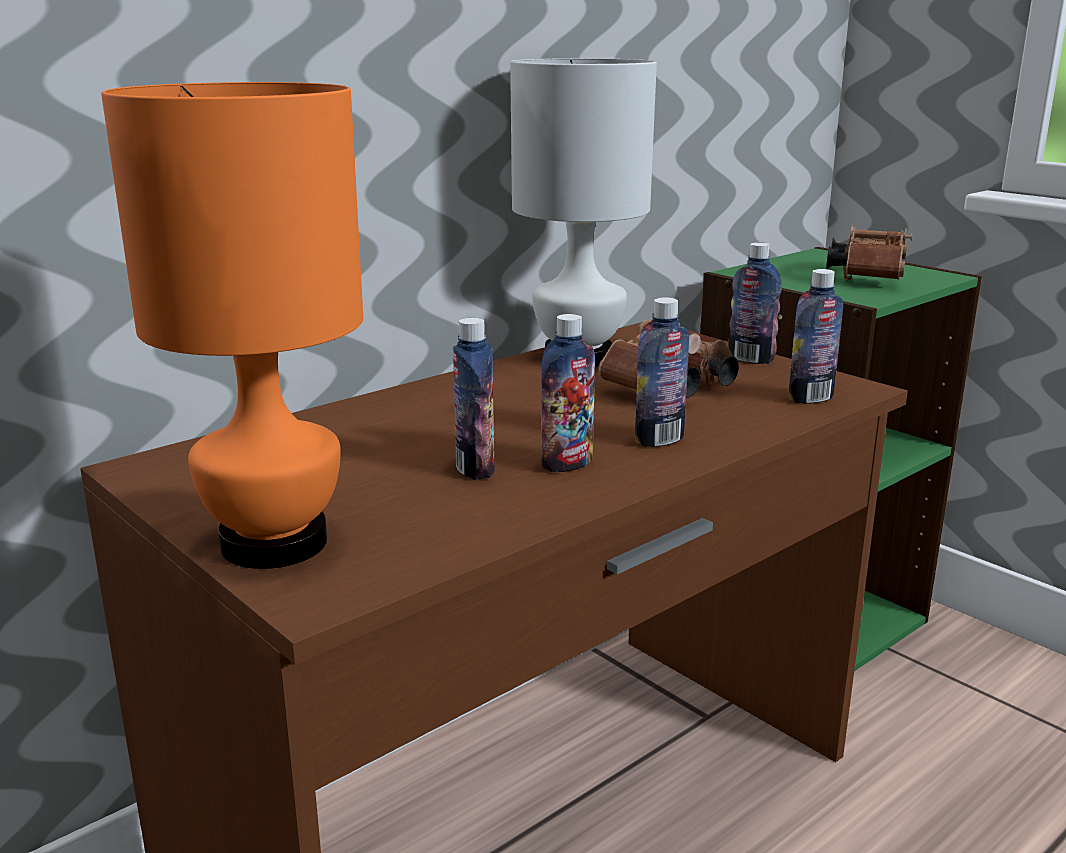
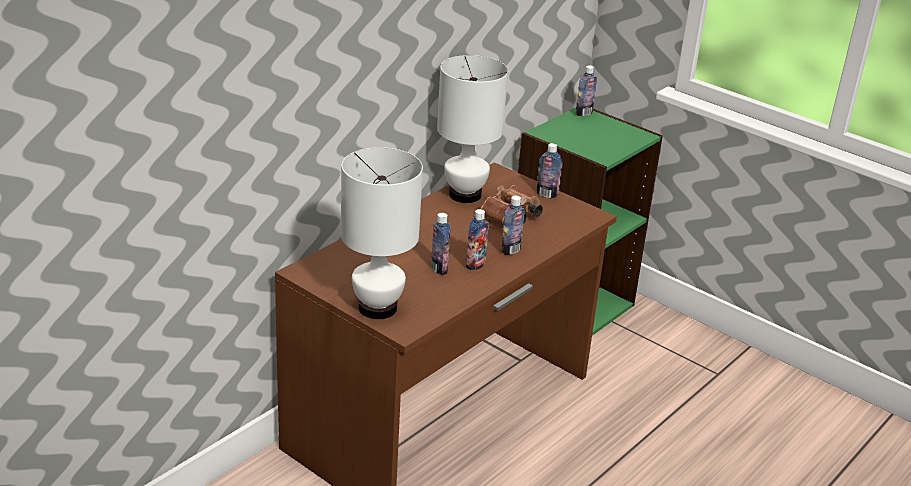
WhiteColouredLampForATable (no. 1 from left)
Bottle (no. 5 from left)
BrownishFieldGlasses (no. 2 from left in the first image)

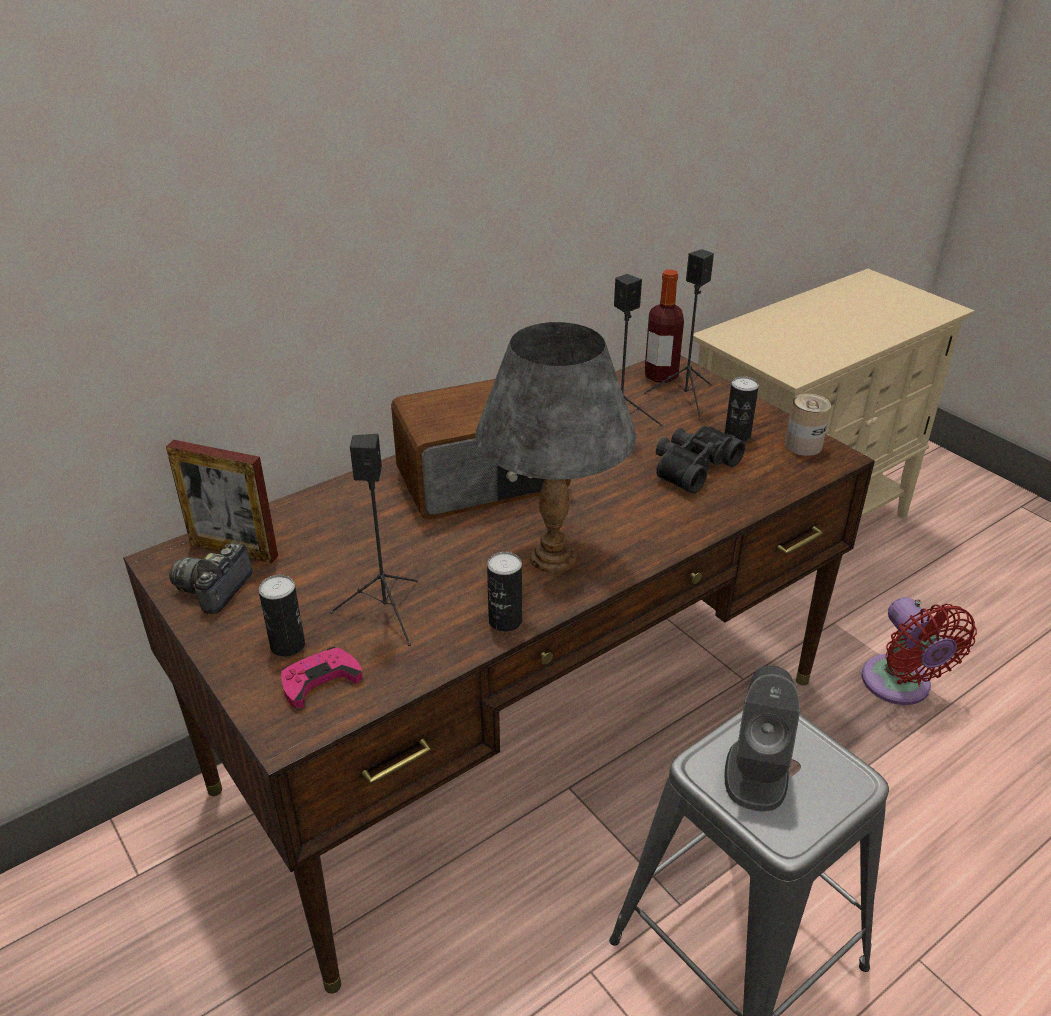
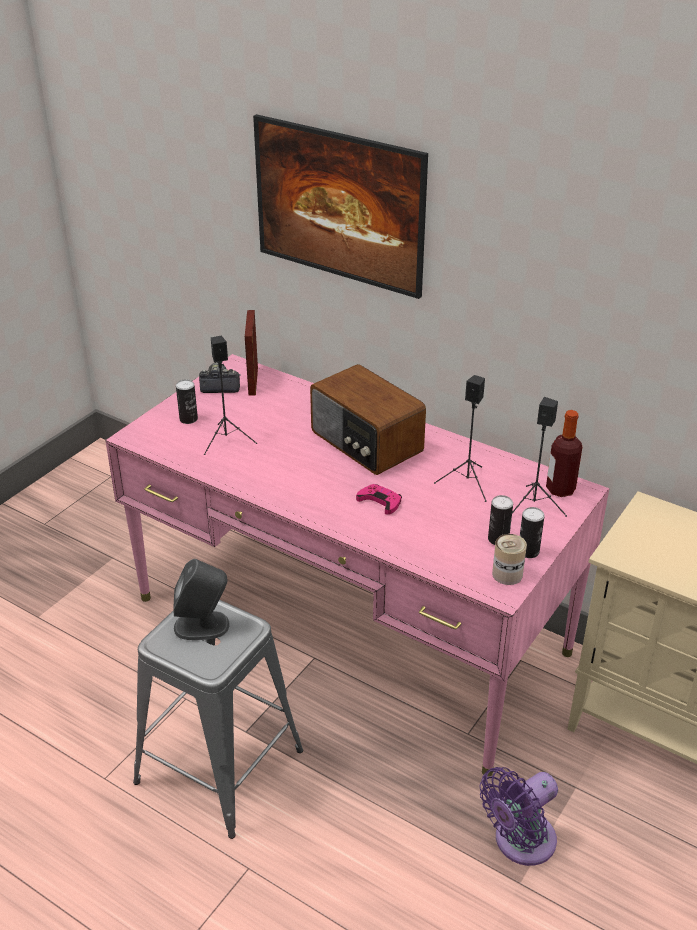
PinkishDeskUnit
WallArt
PinkishJoypad
PurpleCoolingFan
MetalCan (no. 4 from left)
GrayLampForATable
BlackFieldGlasses

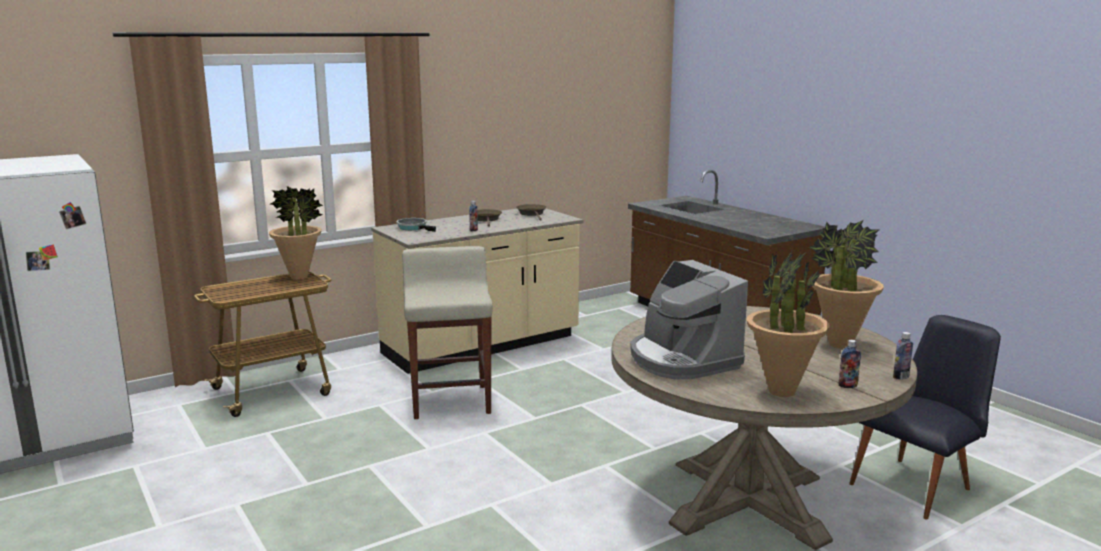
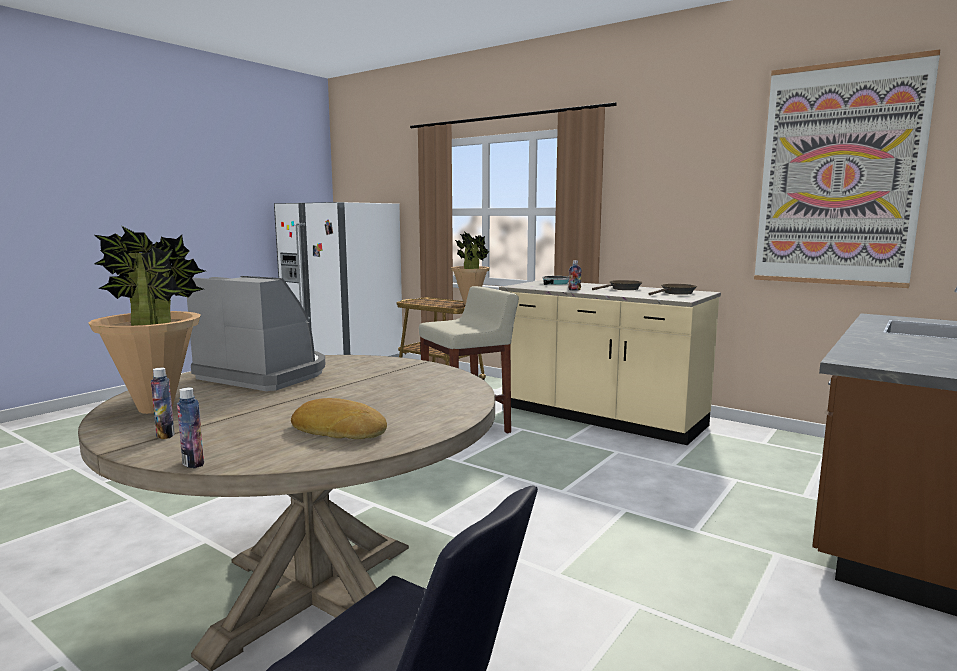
CoffeeMaker
BakedBread
WallArt

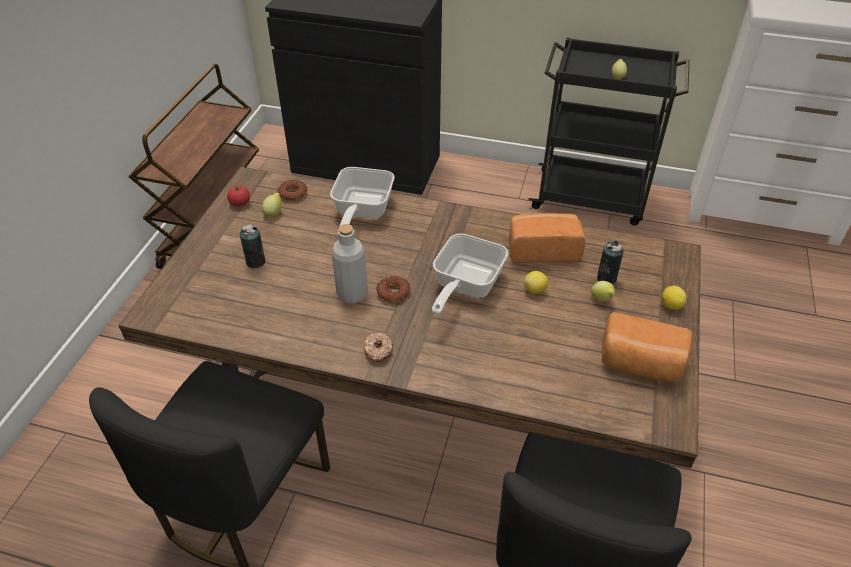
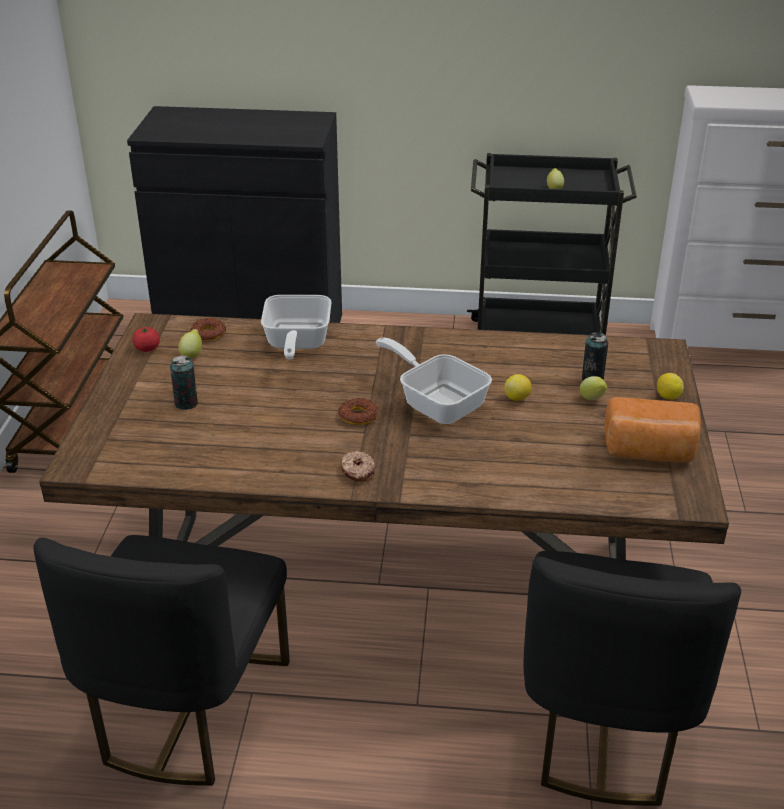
Pan (no. 2 from left)
GrayBottle
BakedBread (no. 1 from left in the first image)

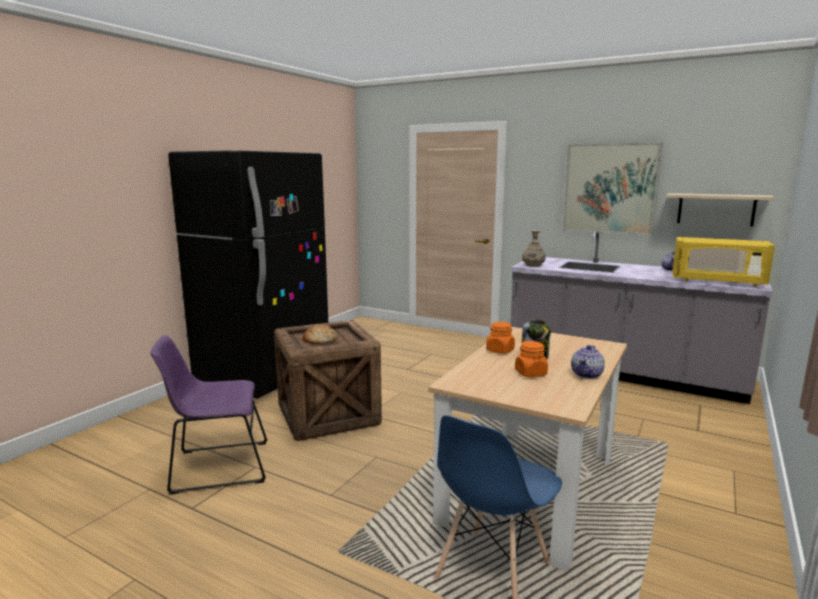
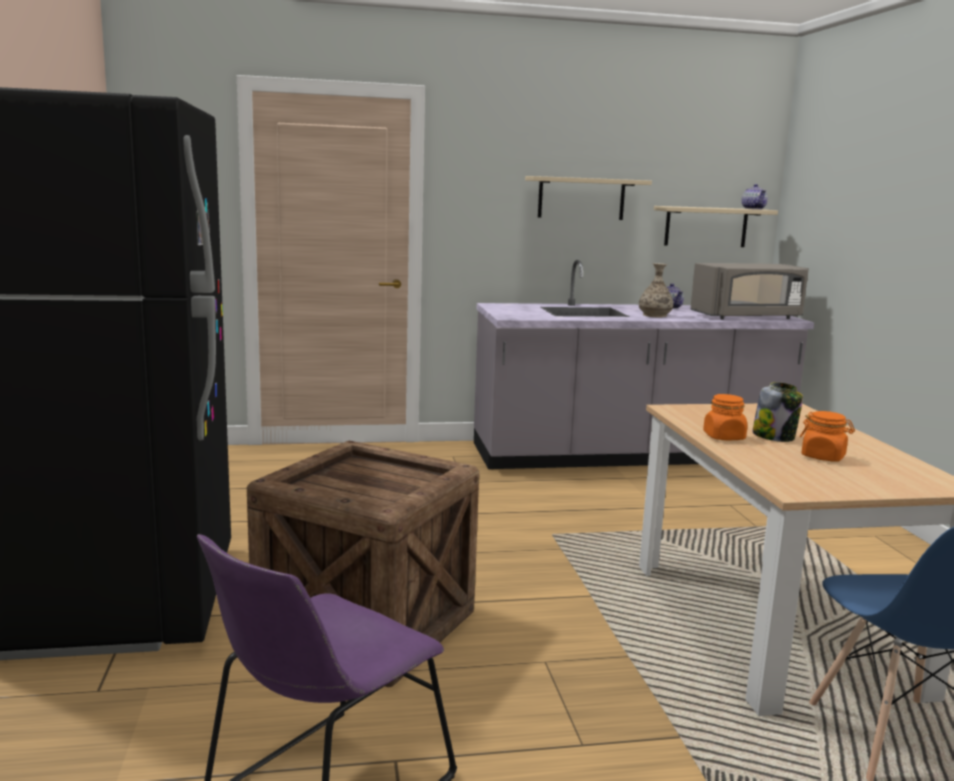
BeigeColouredShelf (no. 1 from left)
DecorativeVase
GrayKitchenMicrowave
PotForTea (no. 2 from left)
BakedBread

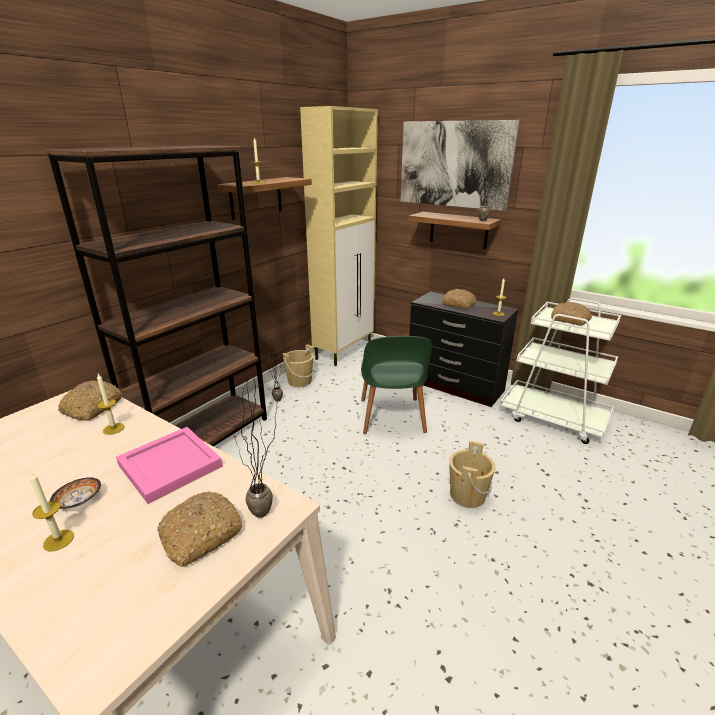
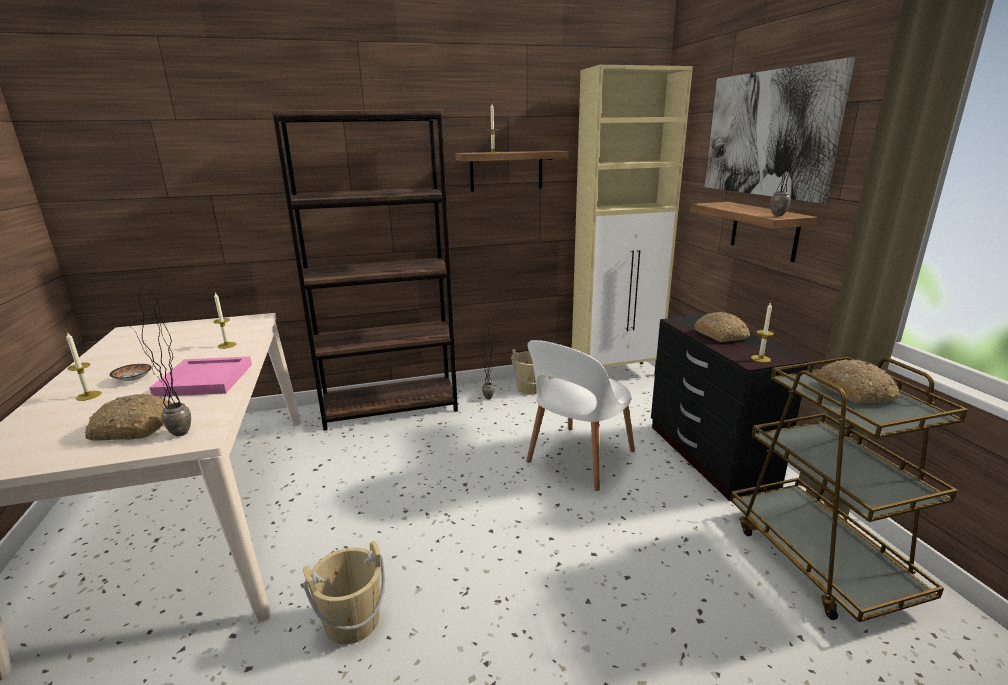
BeigeColouredBucket (no. 1 from left)
WhiteColouredUprightChair
BrownishCart
BakedBread (no. 1 from left in the first image)

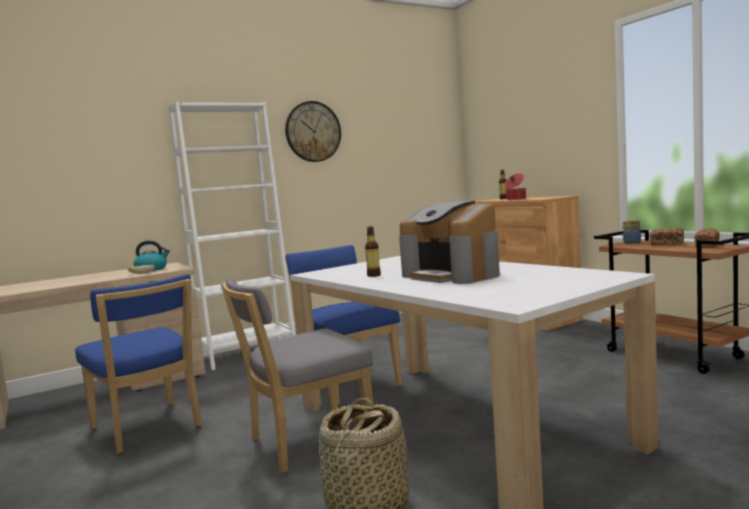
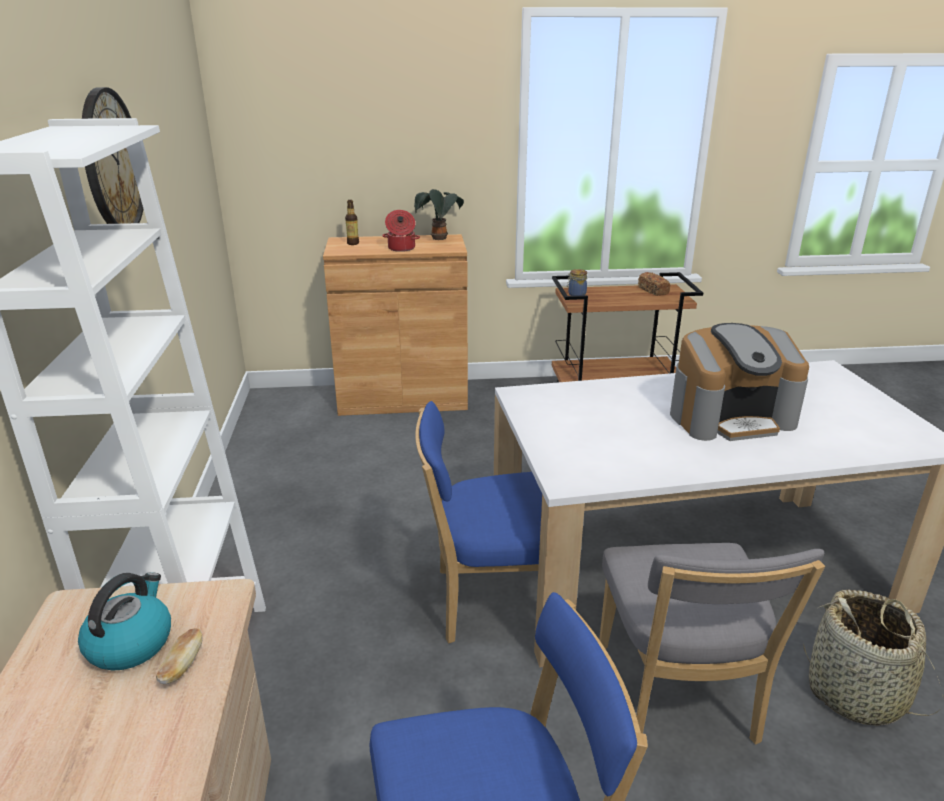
PlantInAPot
Bottle (no. 1 from left in the first image)
BakedBread (no. 2 from left in the first image)

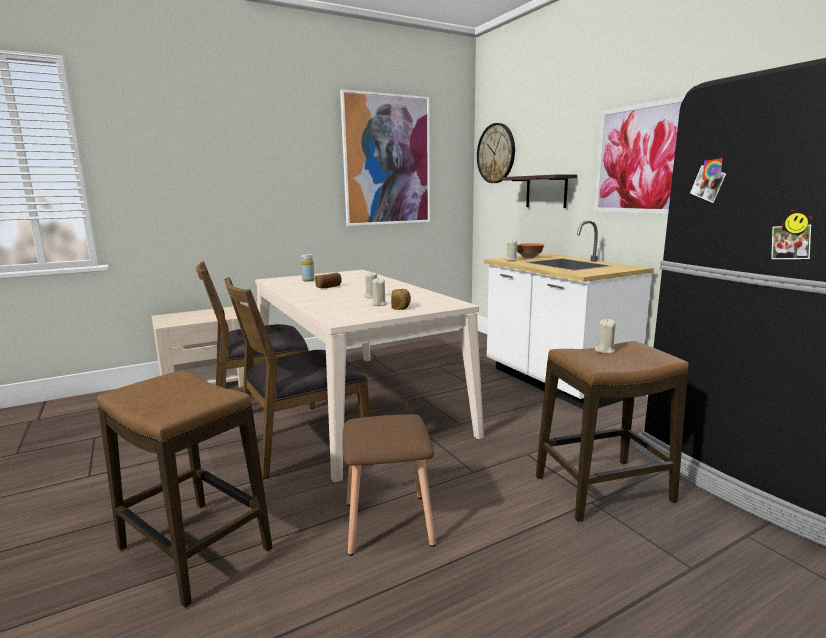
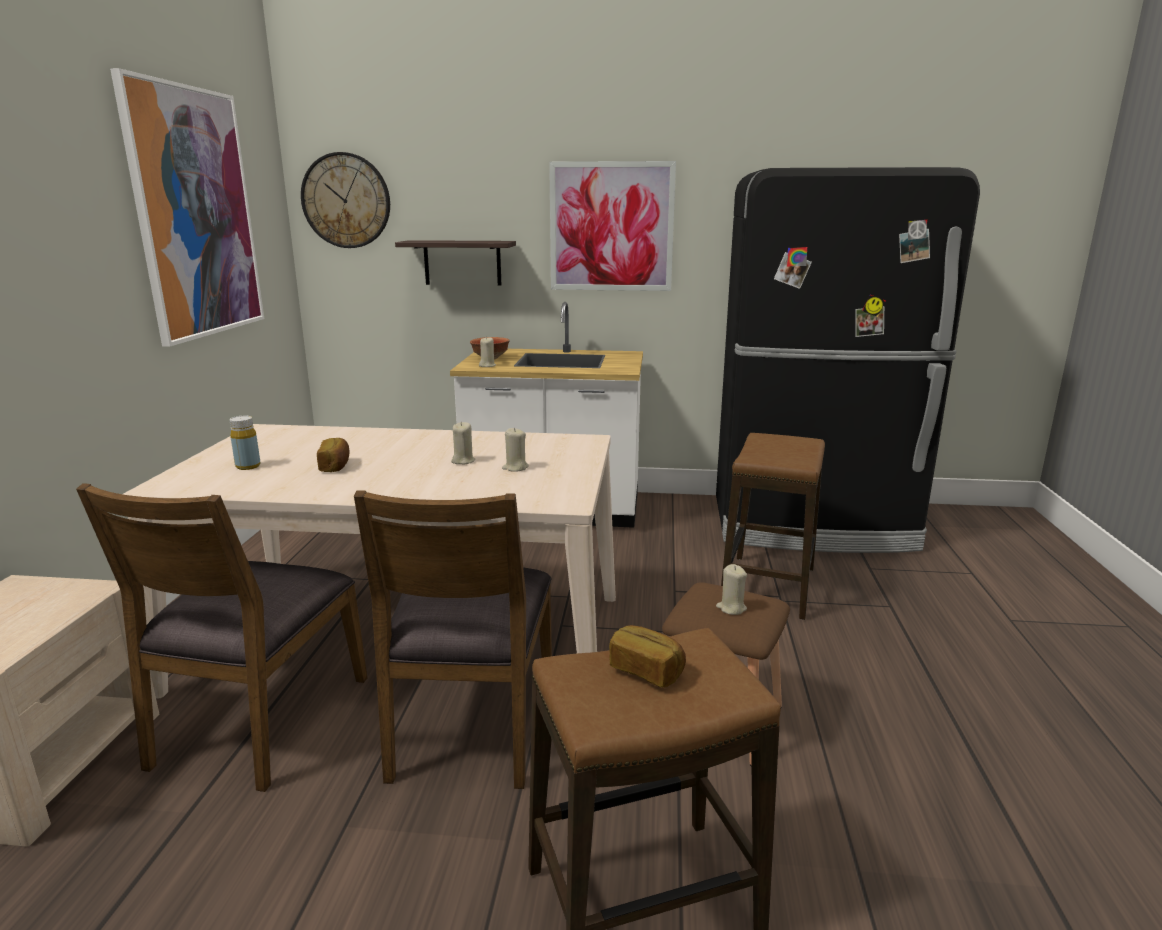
BakedBread (no. 2 from left)
BeigeColouredWaxLight (no. 4 from left)

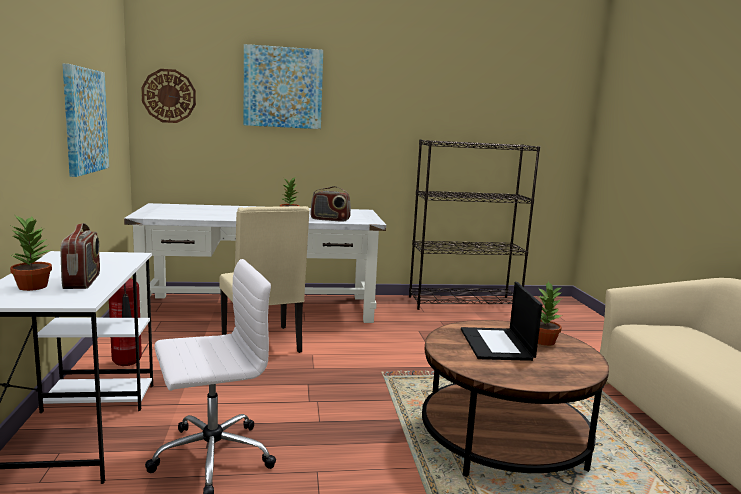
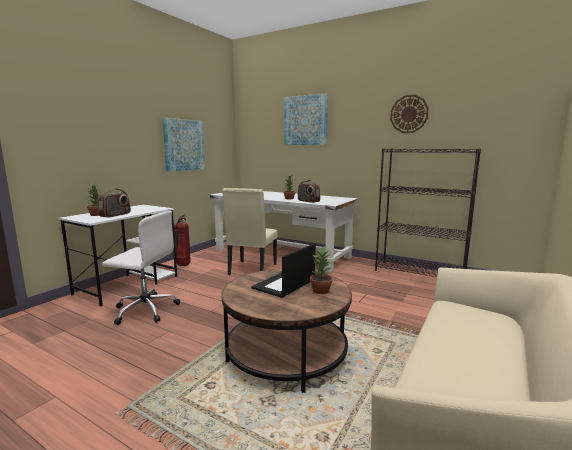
ClockOnTheWall

